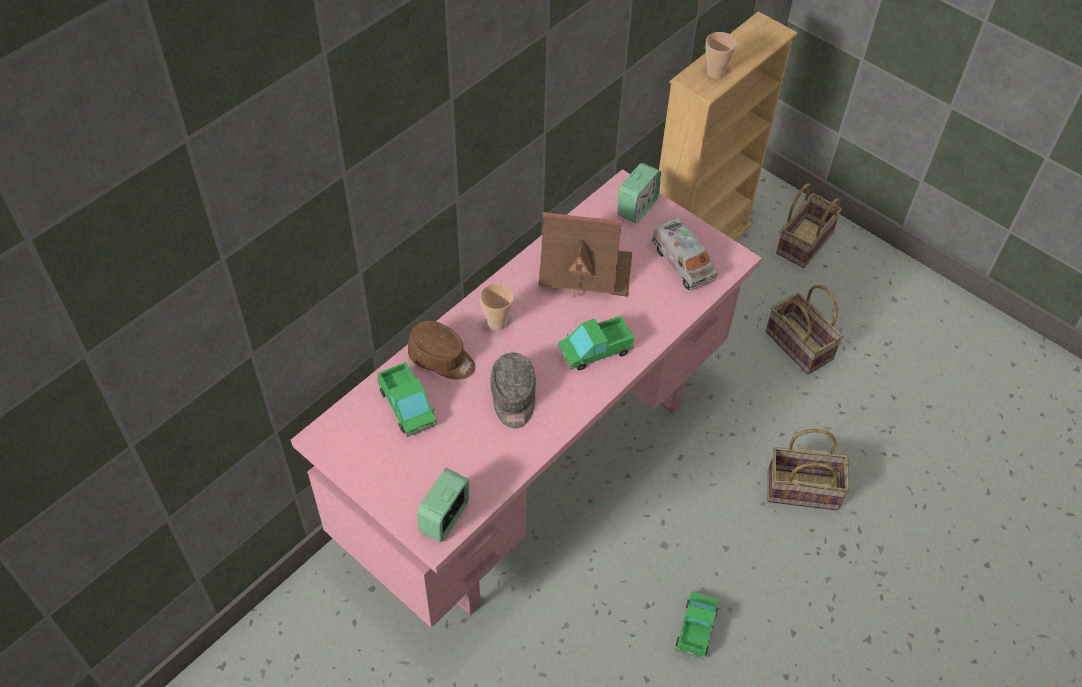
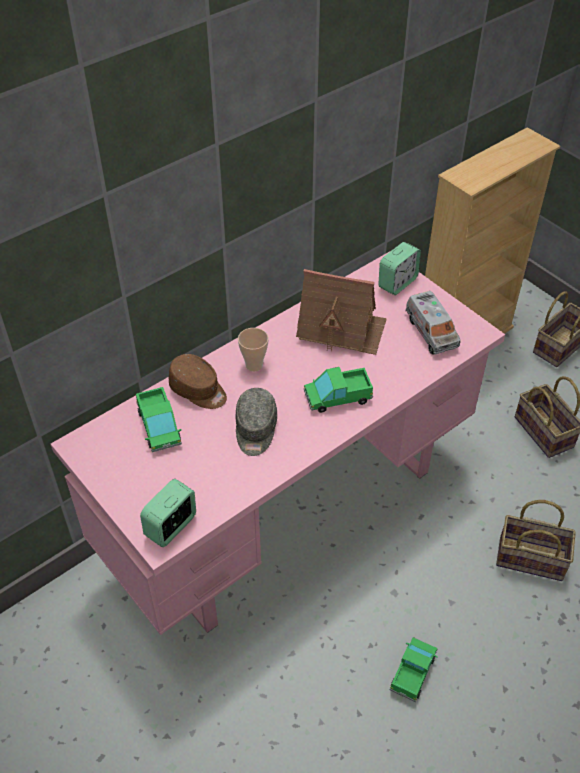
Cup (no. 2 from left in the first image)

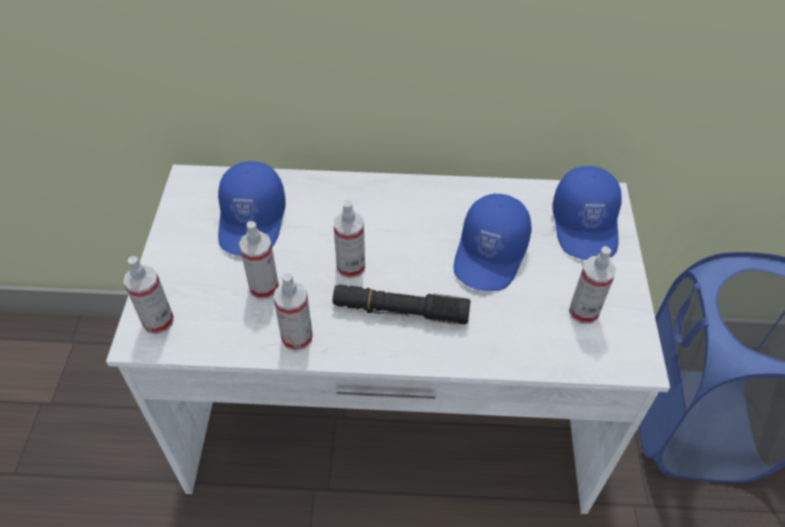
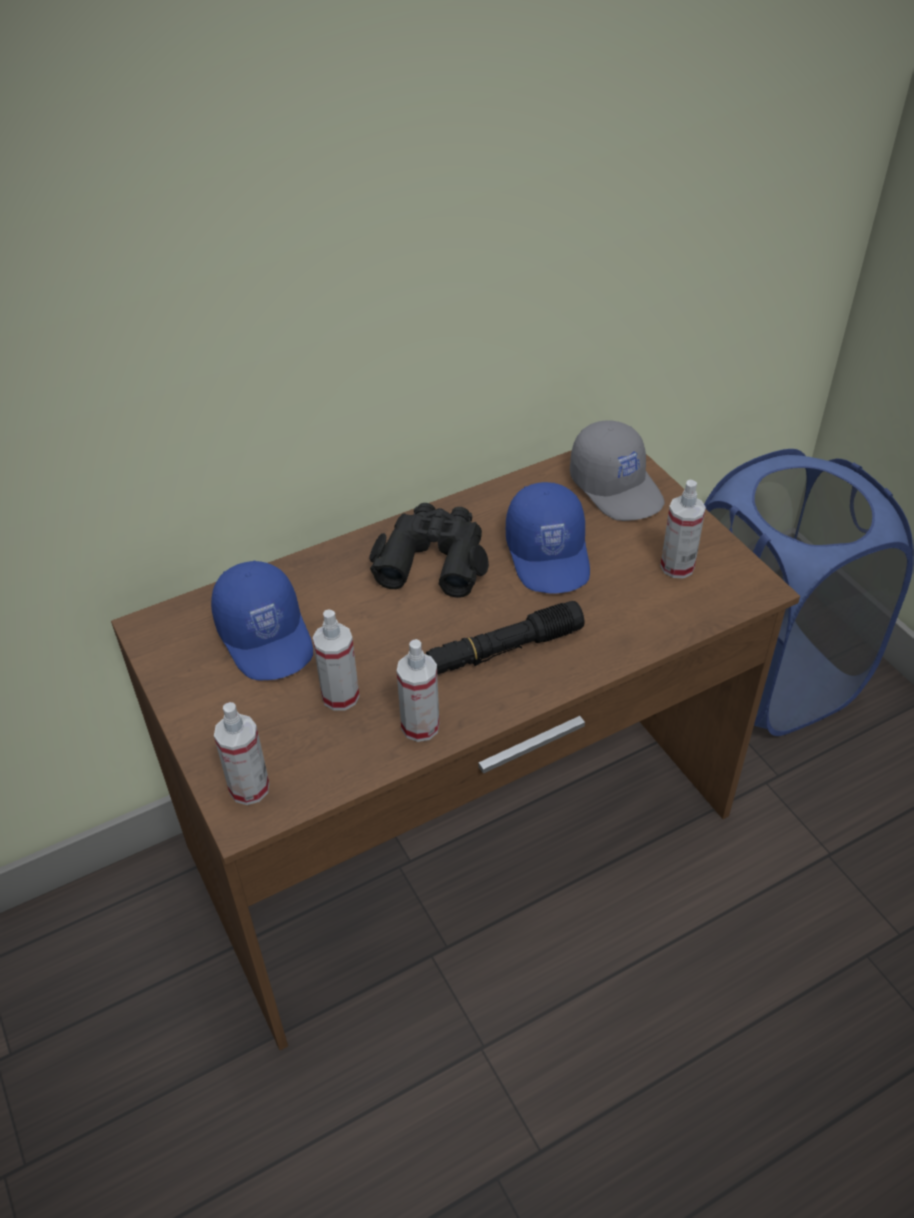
BrownishDeskUnit
BlackFieldGlasses
GrayCap
HandSprayer (no. 4 from left in the first image)

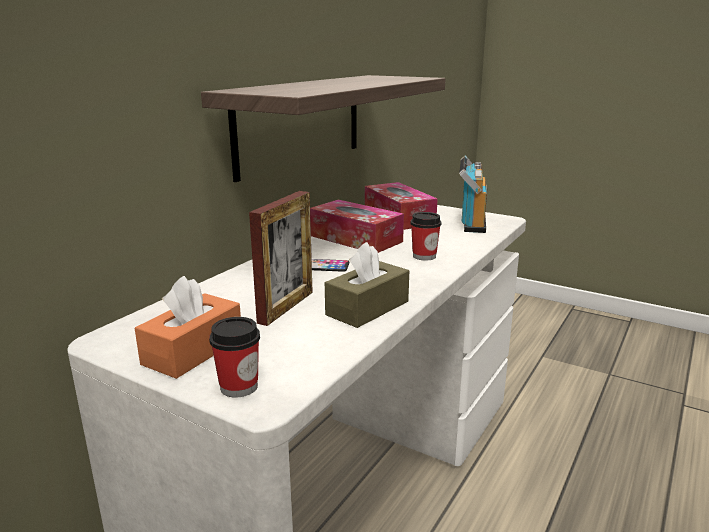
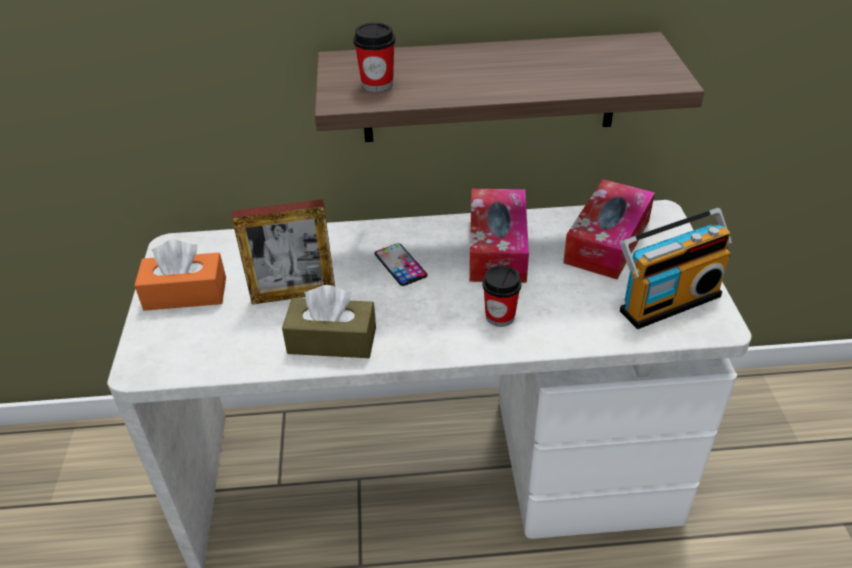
Cup (no. 1 from left)

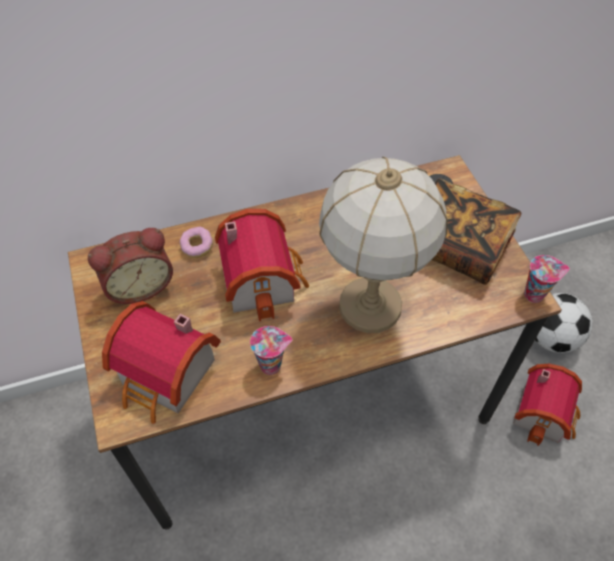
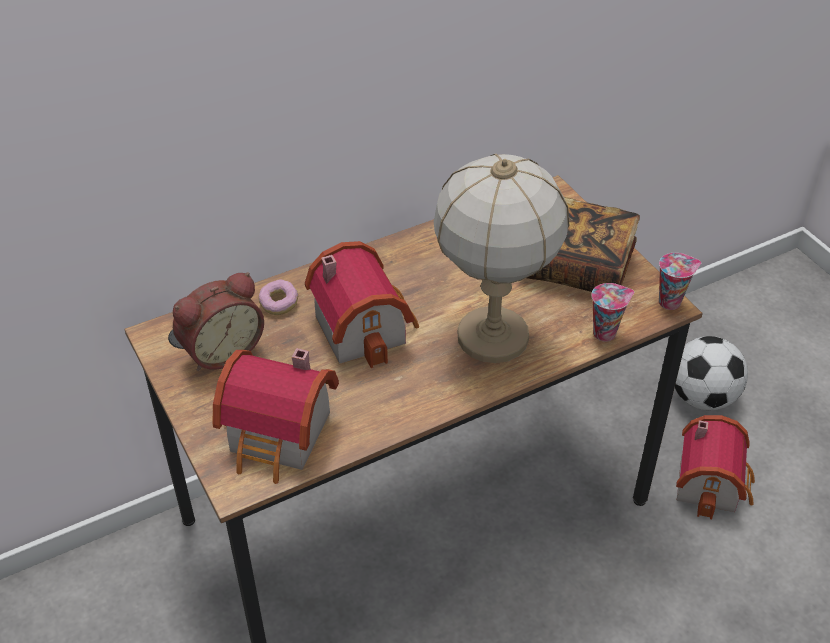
Cup (no. 1 from left)

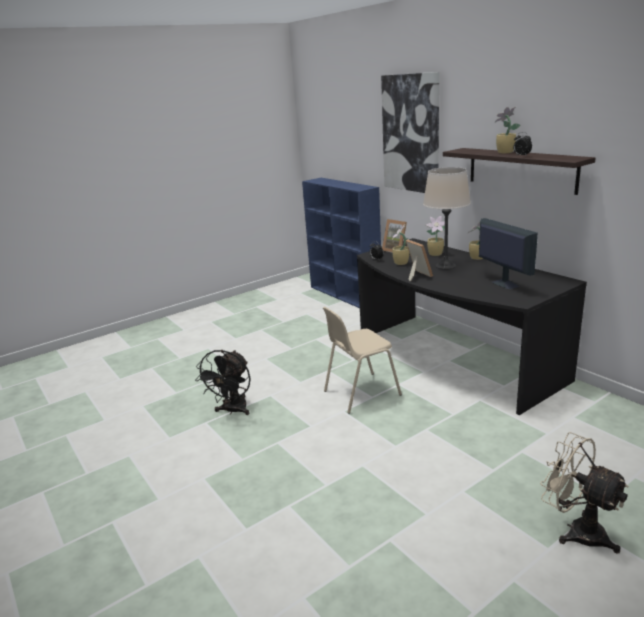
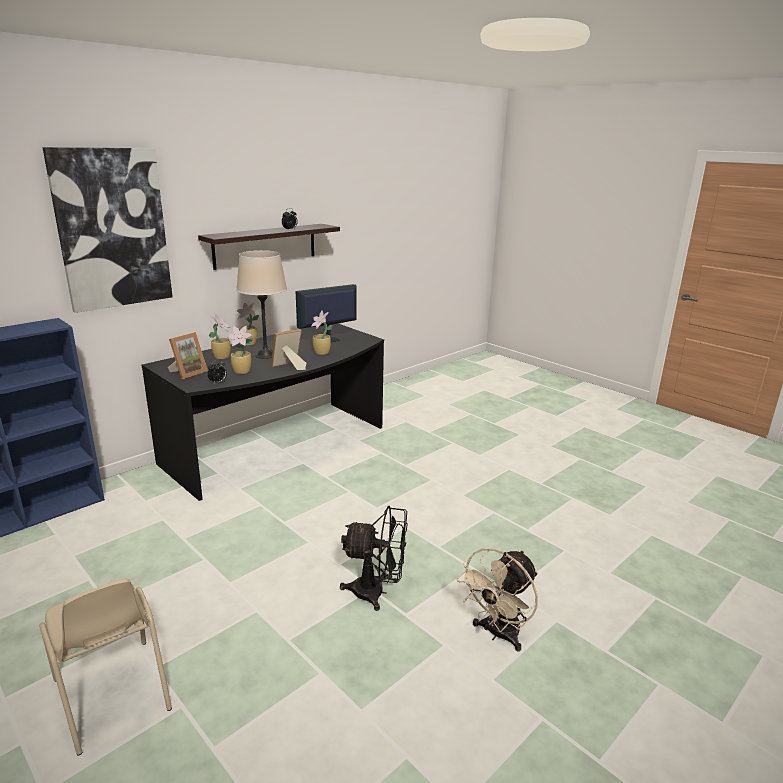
BeigeColouredUprightChair
PlantInAPot (no. 4 from left)
BeigeColouredCoolingFan

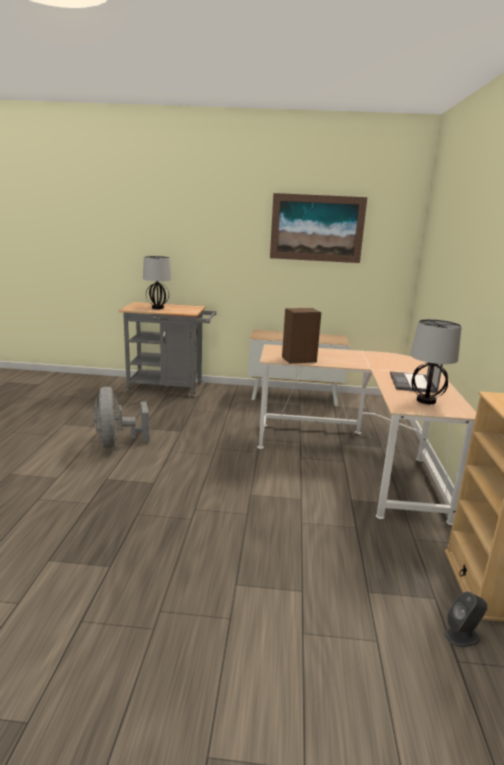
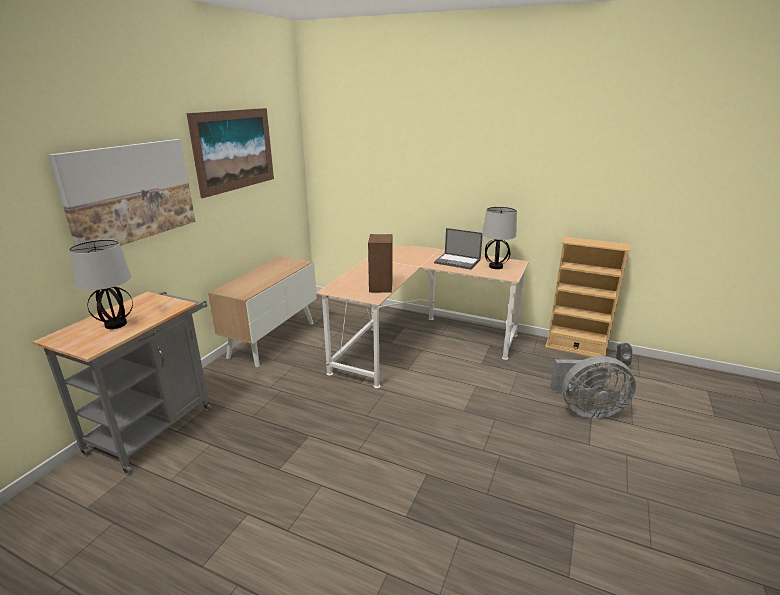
WallArt (no. 1 from left)
GrayCoolingFan

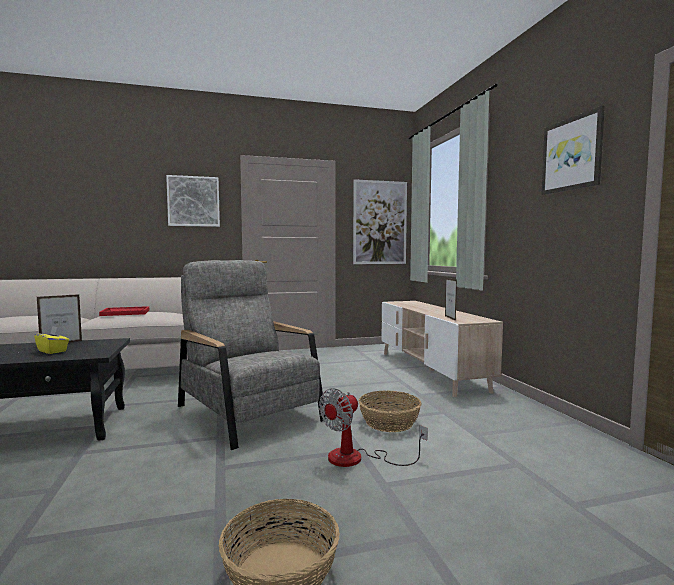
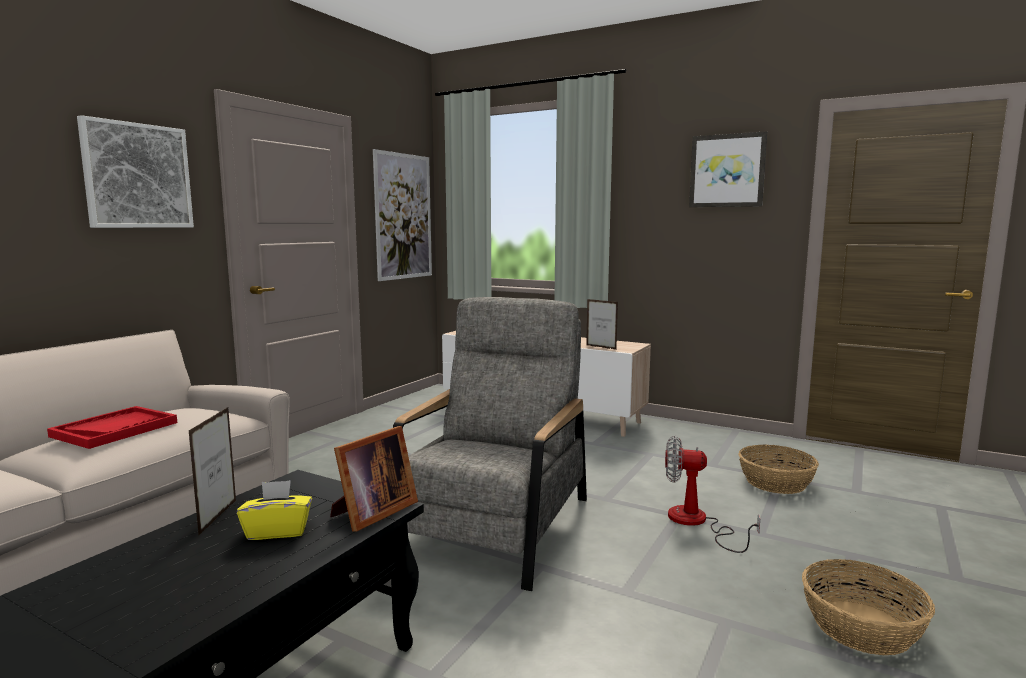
PictureFrame (no. 2 from left)
GrayArmchair
CoolingFan
Basket (no. 1 from left)

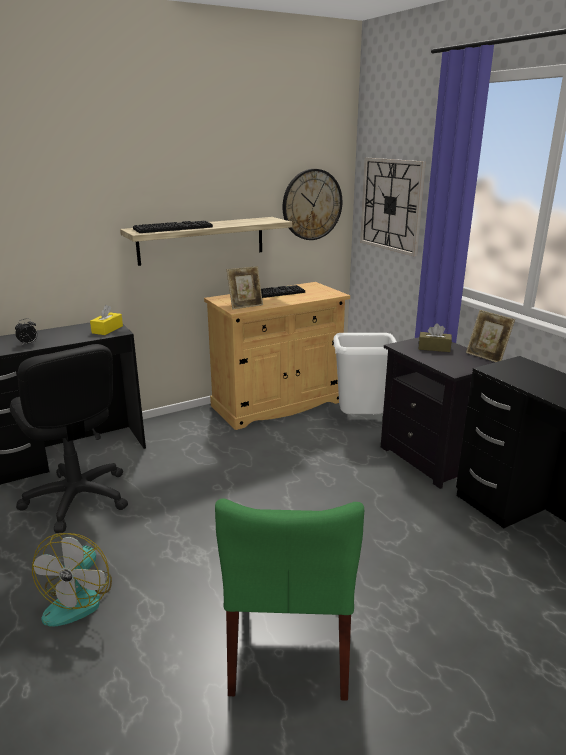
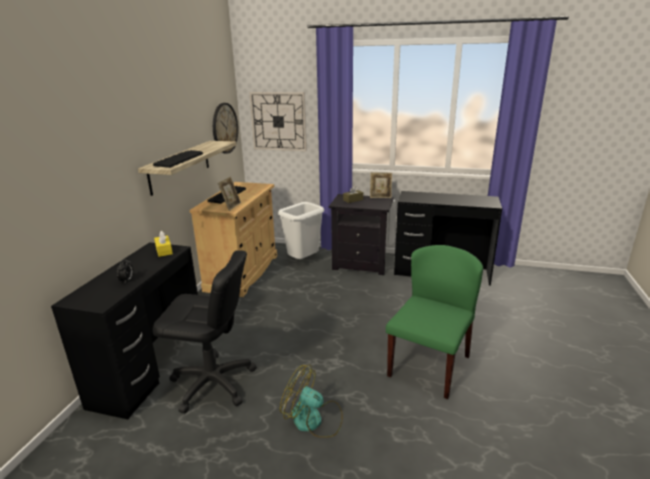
CoolingFan
GreenColouredUprightChair

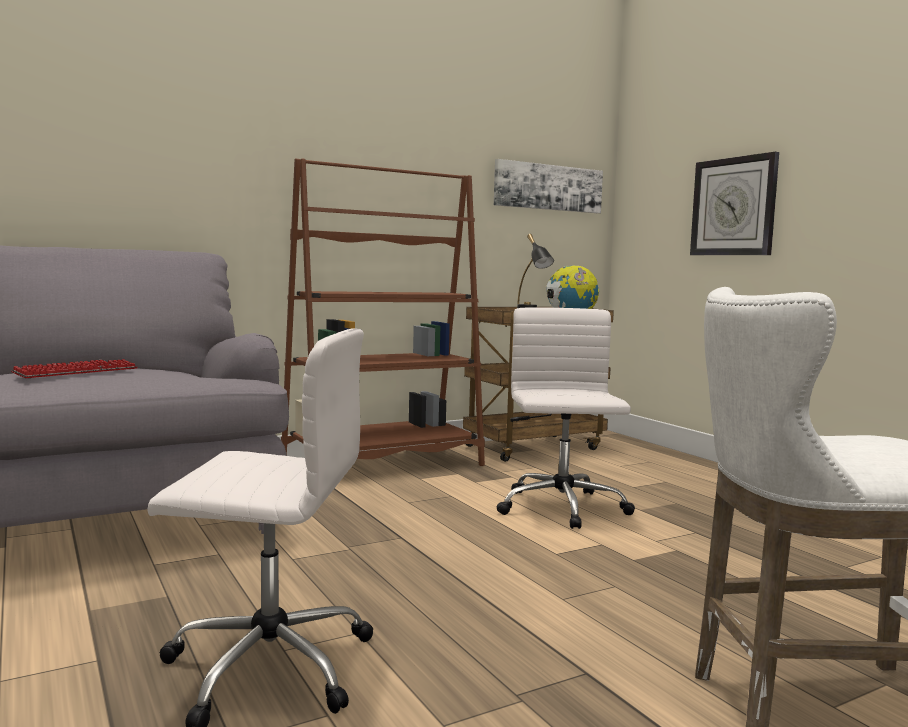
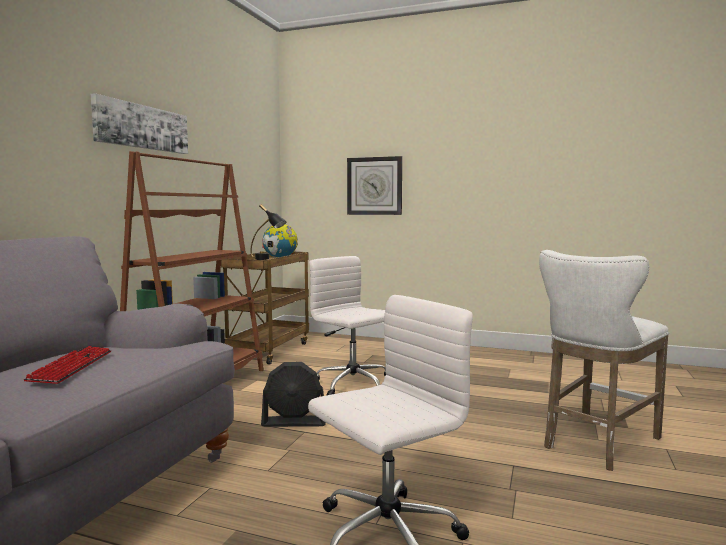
WallArt
BlackCoolingFan

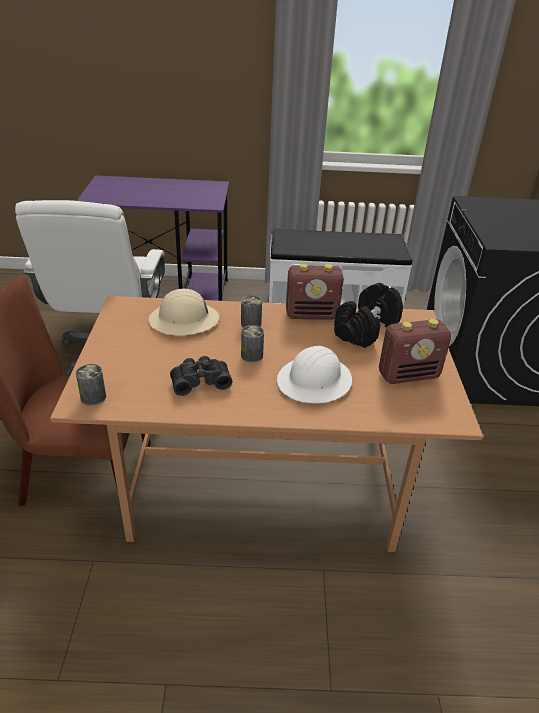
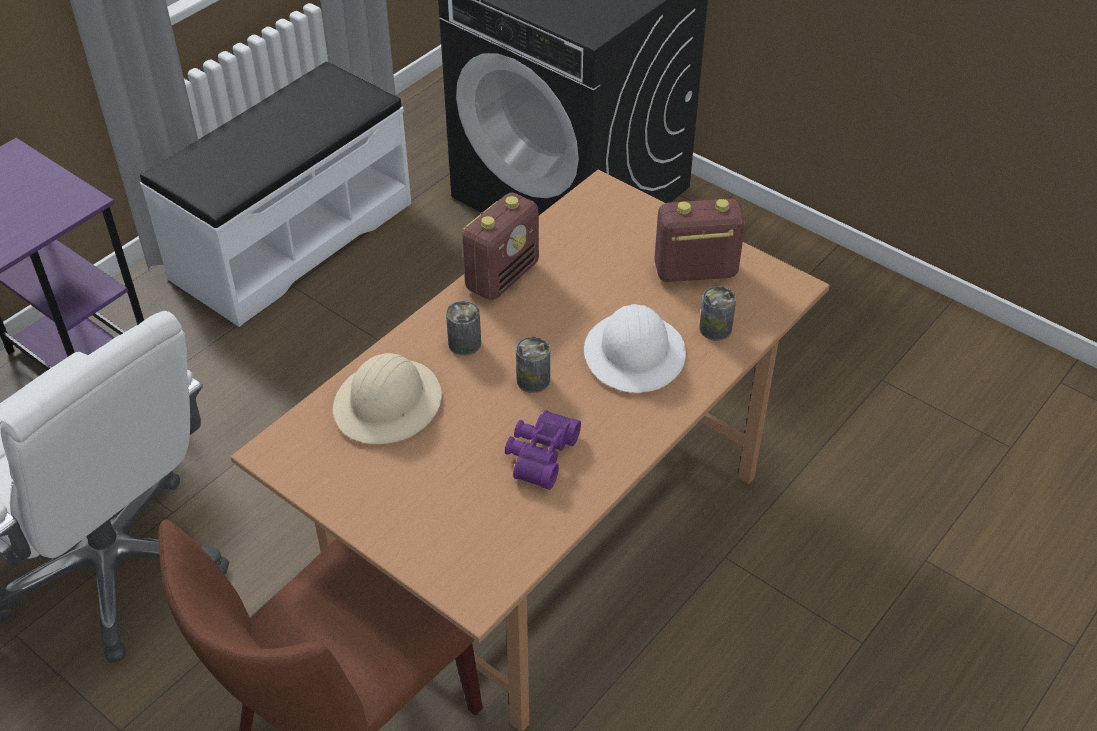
PurpleFieldGlasses
Radio (no. 2 from left)
MetalCan (no. 3 from left)
BlackHandWeight

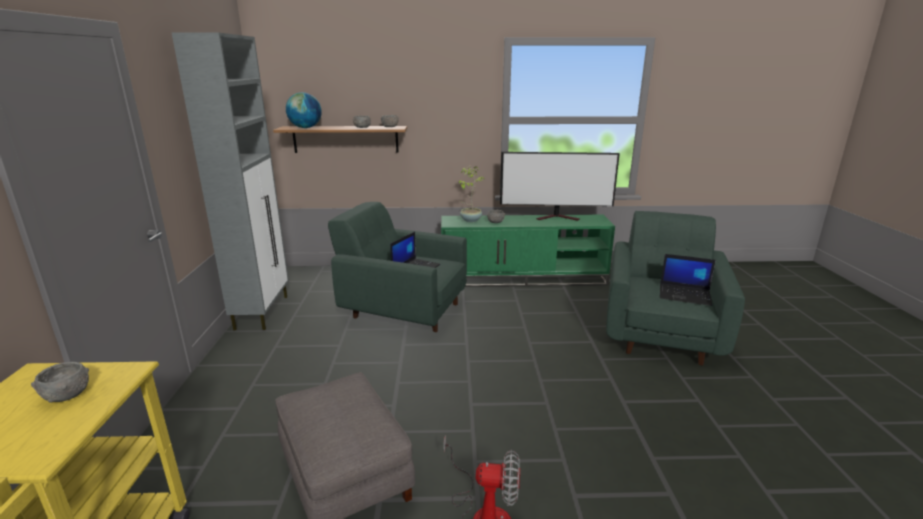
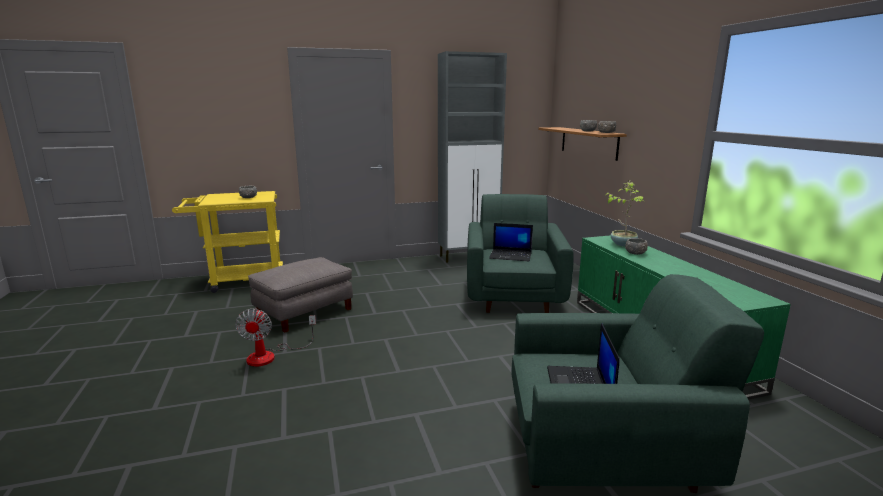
WorldGlobe
Television

